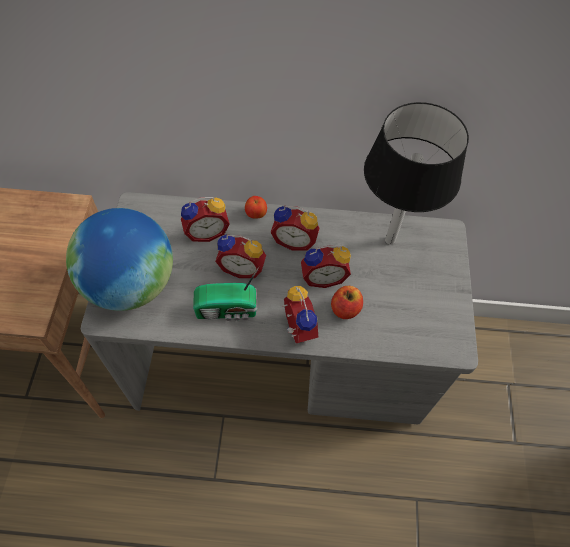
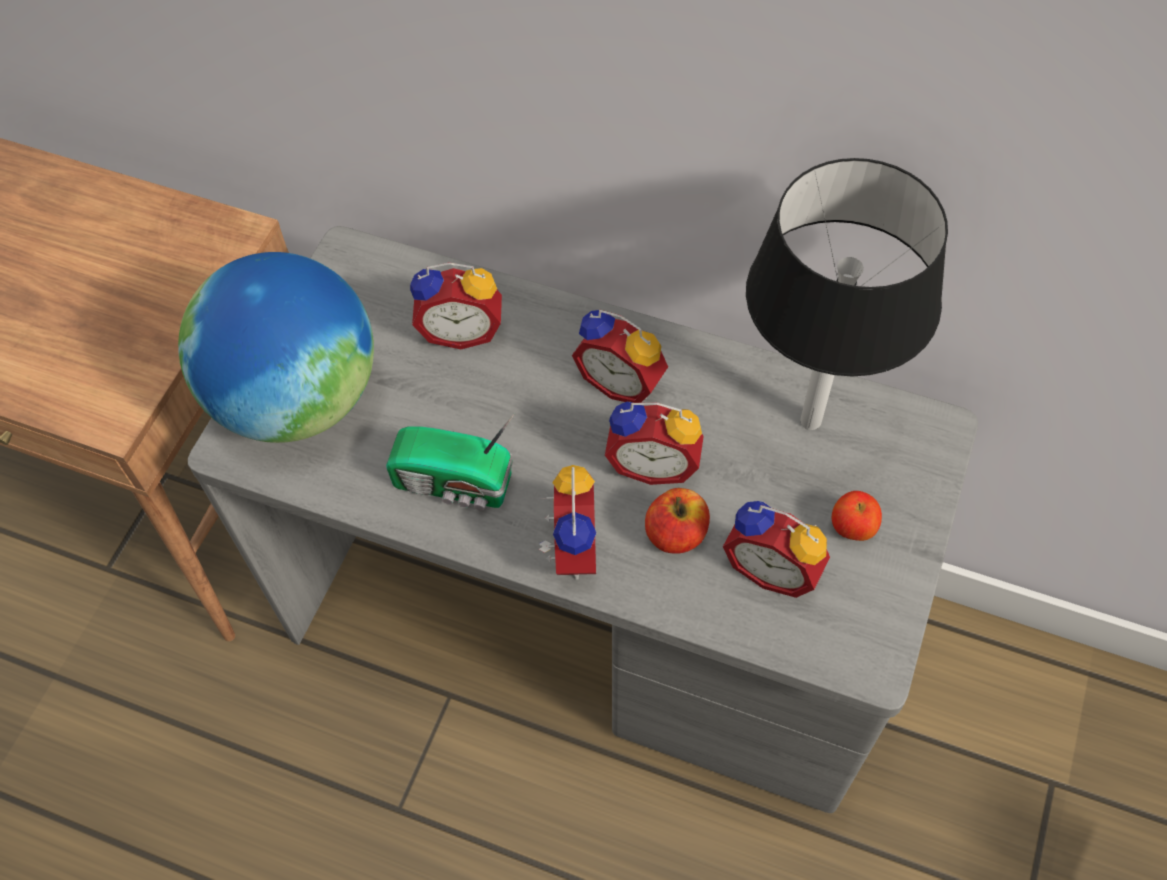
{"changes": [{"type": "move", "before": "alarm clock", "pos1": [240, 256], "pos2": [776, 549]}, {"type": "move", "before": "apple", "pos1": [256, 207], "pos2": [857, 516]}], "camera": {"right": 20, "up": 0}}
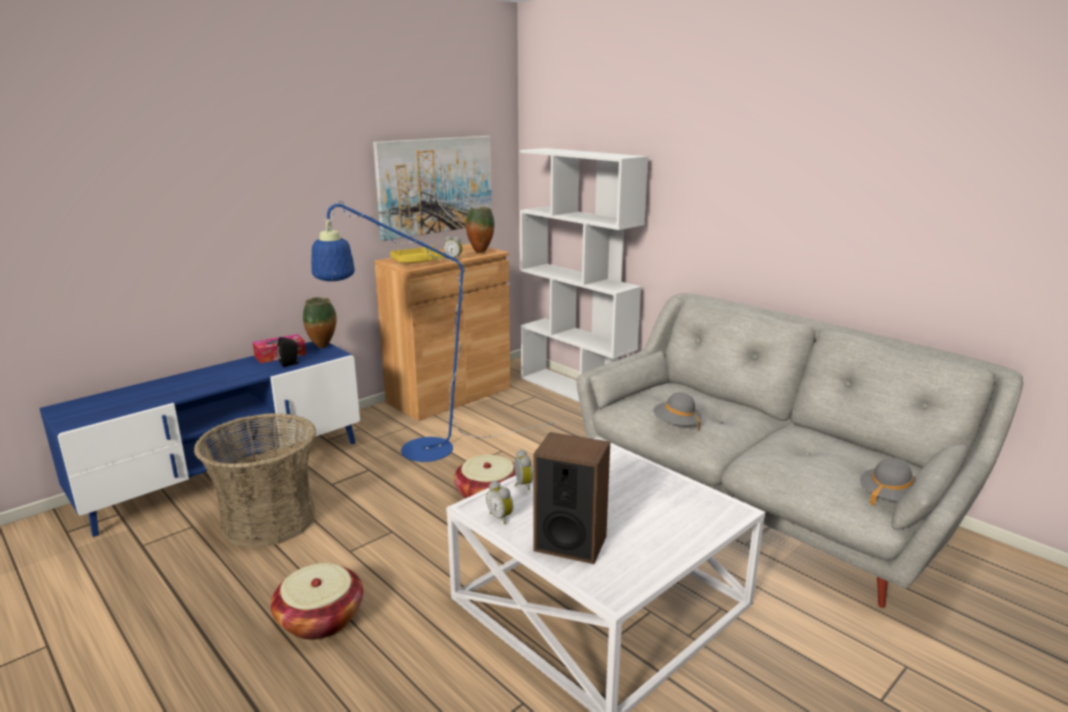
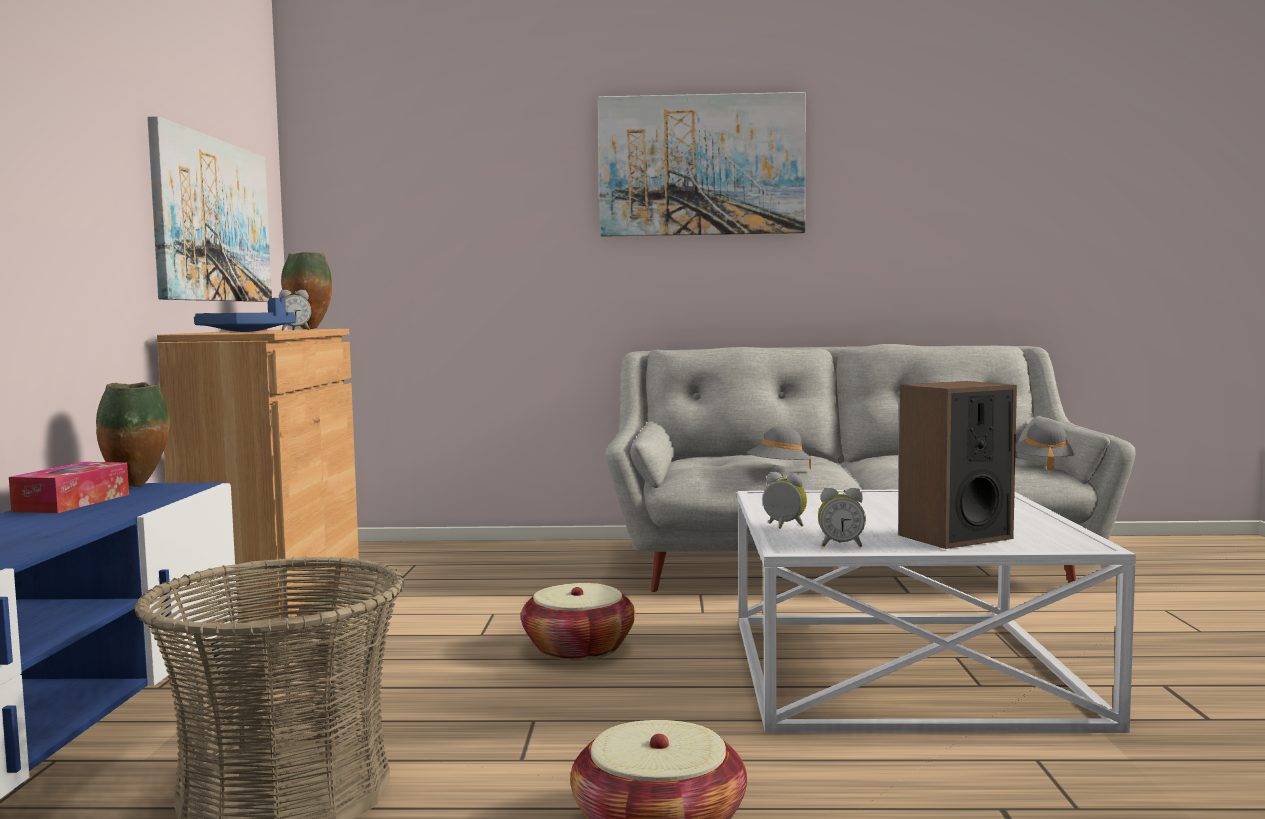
{"changes": [{"type": "delete", "before": "black speaker", "pos1": [288, 352]}, {"type": "delete", "before": "blue floor lamp", "pos1": [432, 331]}, {"type": "recolor", "before": "yellow tray", "after": "blue tray", "pos1": [416, 254], "pos2": [245, 315]}, {"type": "delete", "before": "white bookcase", "pos1": [584, 275]}, {"type": "insert", "after": "picture", "pos2": [701, 164]}], "camera": {"right": -45, "up": -15}}
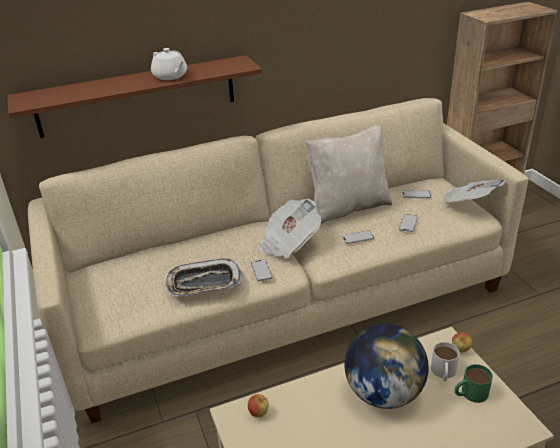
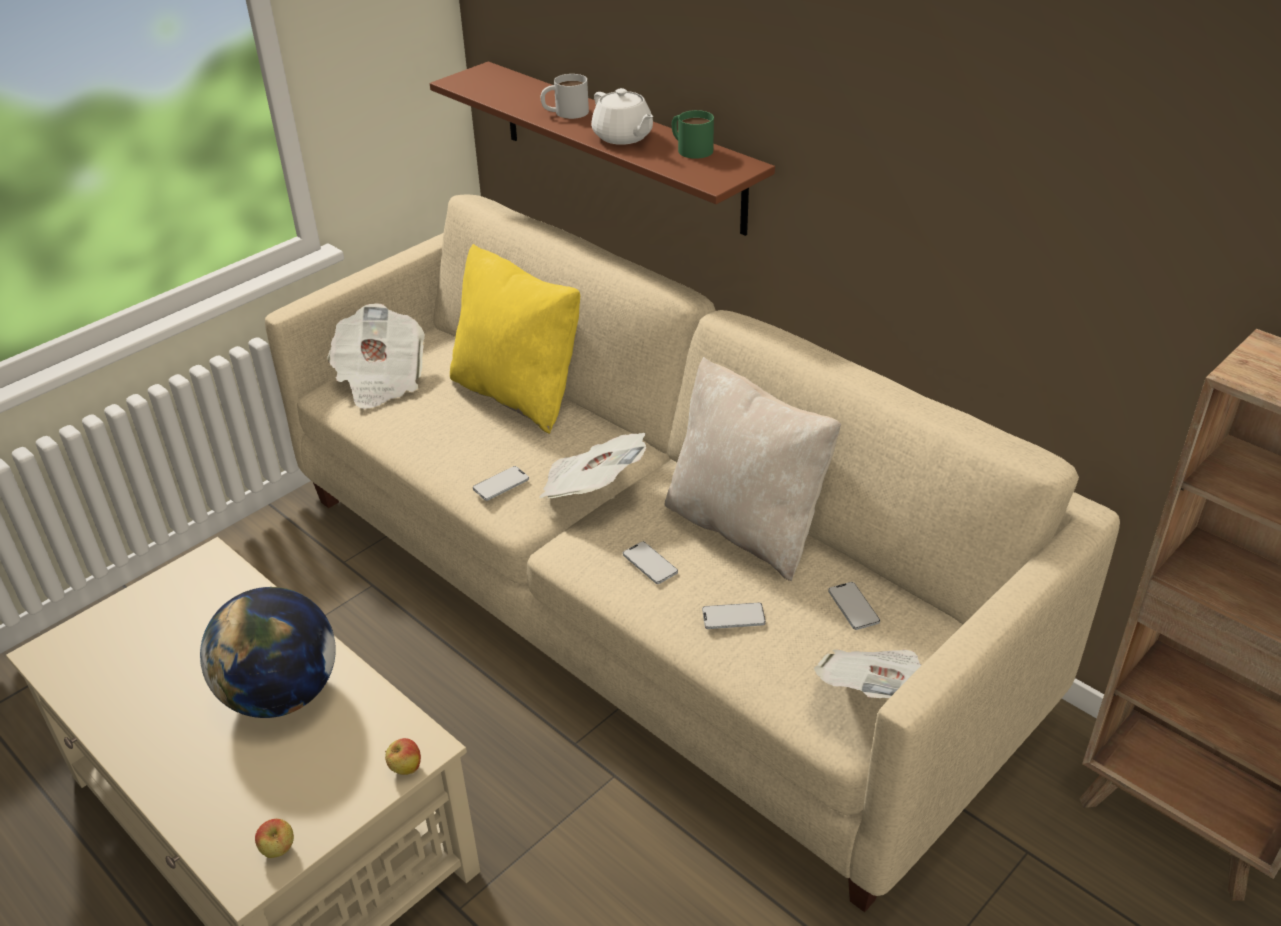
{"changes": [{"type": "rotate", "before": "white teapot", "pos1": [169, 64], "pos2": [622, 116], "turn": -60}, {"type": "delete", "before": "tray", "pos1": [204, 277]}, {"type": "move", "before": "apple", "pos1": [258, 405], "pos2": [274, 838]}, {"type": "move", "before": "white mug", "pos1": [445, 361], "pos2": [565, 96]}, {"type": "move", "before": "green mug", "pos1": [474, 383], "pos2": [693, 134]}, {"type": "insert", "after": "newspaper", "pos2": [376, 356]}, {"type": "insert", "after": "yellow pillow", "pos2": [515, 339]}], "camera": {"right": 65, "up": 5}}
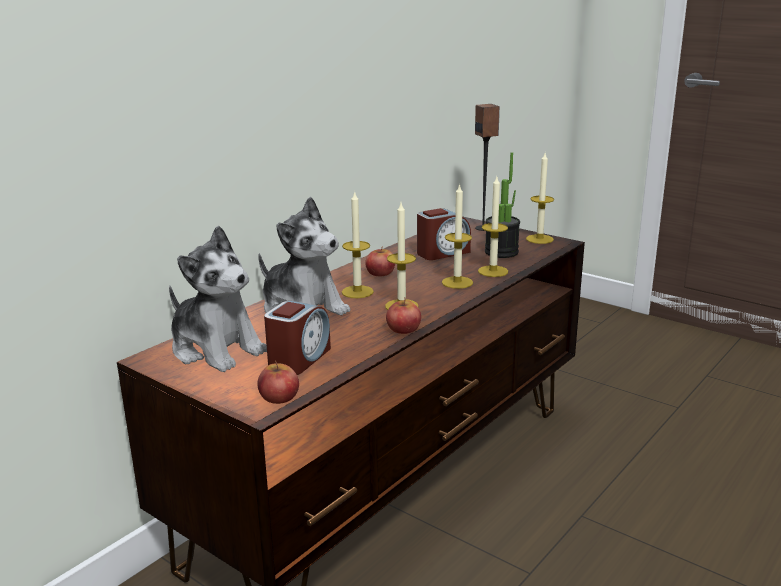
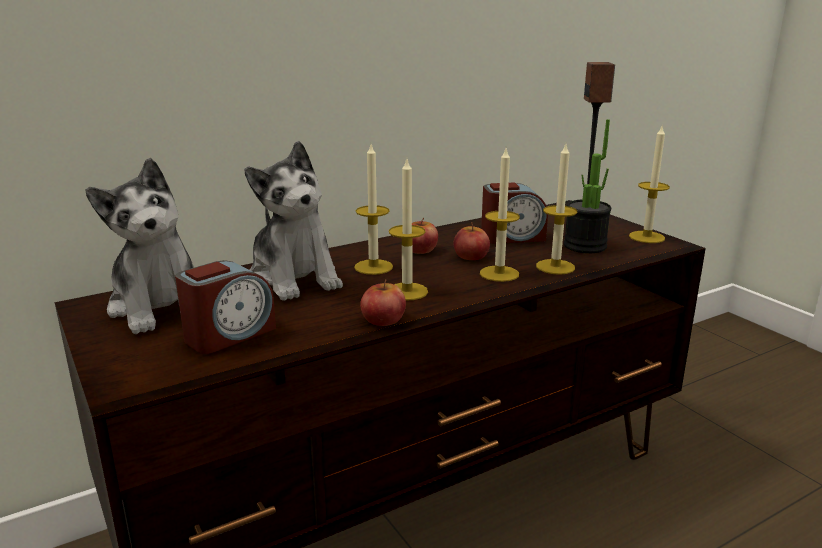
{"changes": [{"type": "move", "before": "apple", "pos1": [278, 382], "pos2": [471, 241]}], "camera": {"right": 20, "up": 0}}
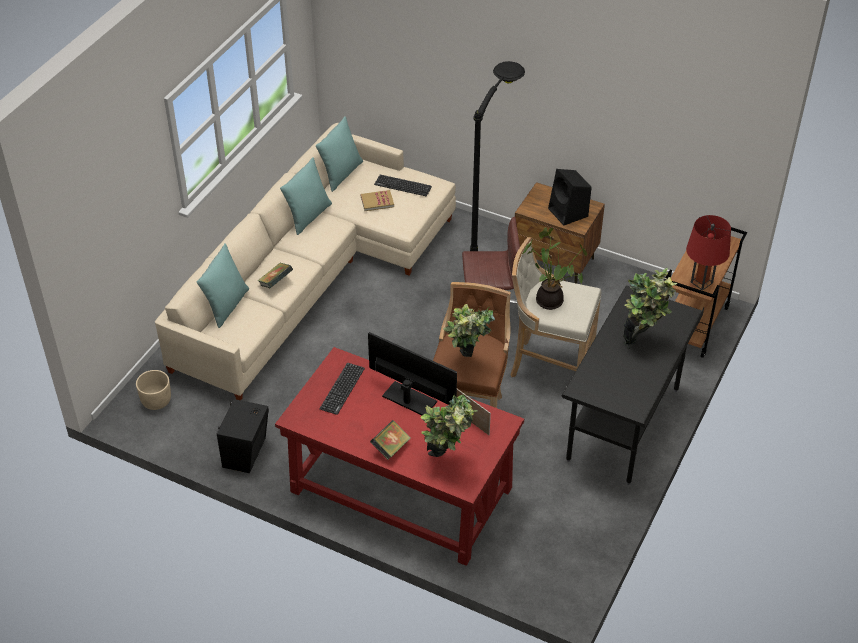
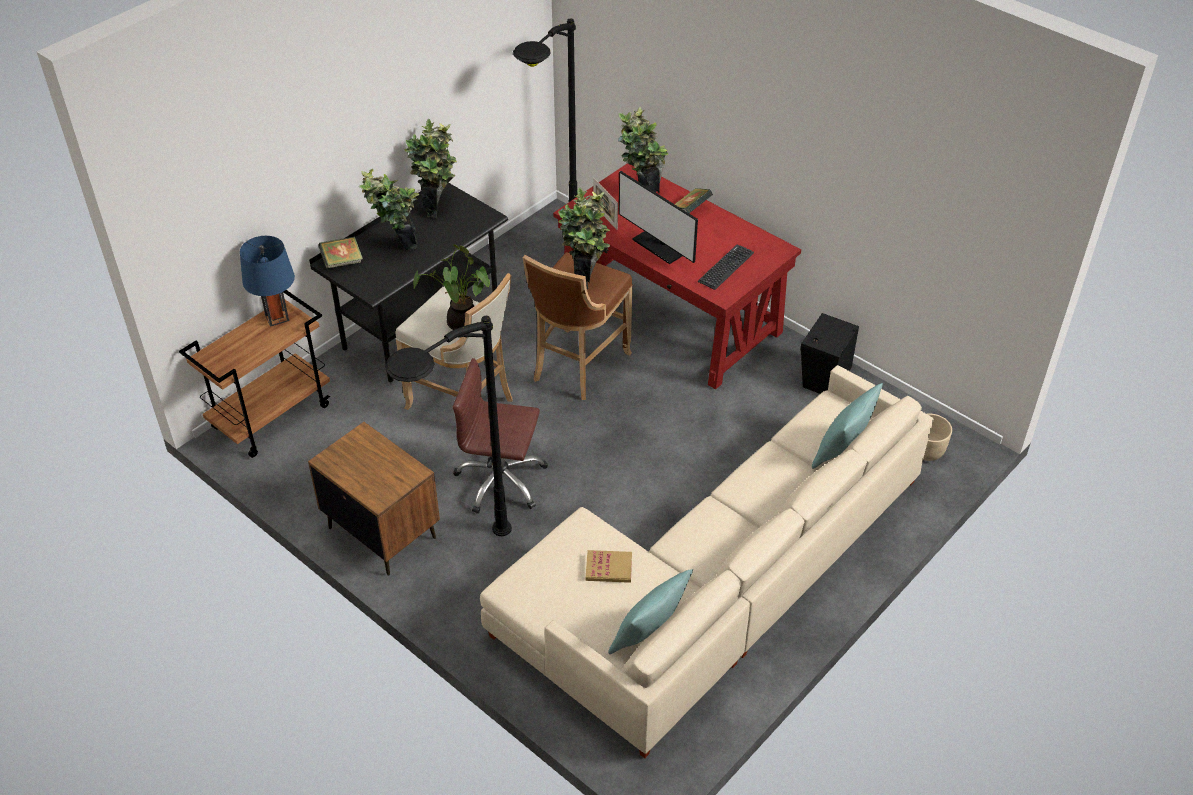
{"changes": [{"type": "move", "before": "book", "pos1": [275, 275], "pos2": [340, 252]}, {"type": "delete", "before": "turquoise pillow", "pos1": [306, 196]}, {"type": "delete", "before": "keyboard", "pos1": [403, 185]}, {"type": "delete", "before": "black speaker", "pos1": [570, 197]}, {"type": "recolor", "before": "red table lamp", "after": "blue table lamp", "pos1": [708, 253], "pos2": [267, 281]}, {"type": "insert", "after": "potted plant", "pos2": [431, 168]}, {"type": "insert", "after": "black floor lamp", "pos2": [545, 110]}], "camera": {"right": -165, "up": 0}}
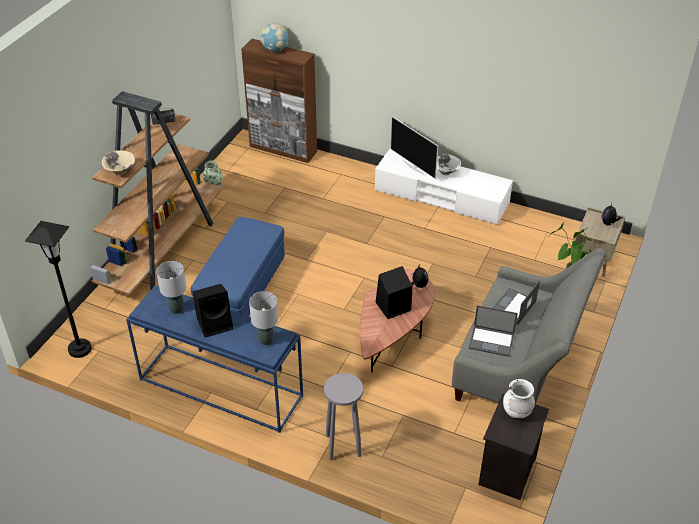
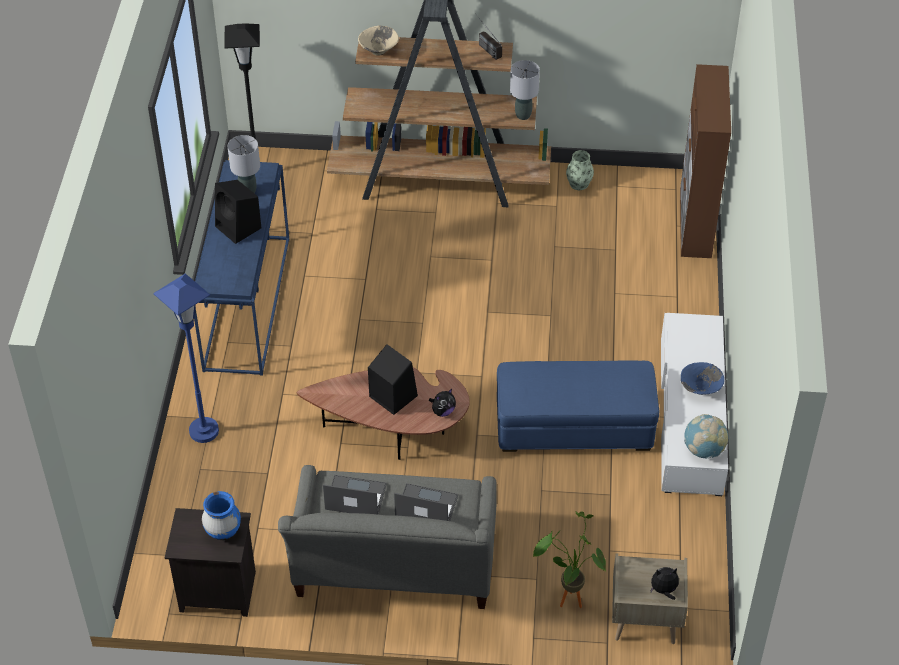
{"changes": [{"type": "move", "before": "blue ottoman", "pos1": [238, 267], "pos2": [578, 406]}, {"type": "move", "before": "grey table lamp", "pos1": [263, 318], "pos2": [525, 90]}, {"type": "move", "before": "globe", "pos1": [274, 37], "pos2": [706, 436]}, {"type": "replace", "before": "grey stool", "after": "blue floor lamp", "pos1": [343, 416], "pos2": [186, 358]}, {"type": "delete", "before": "television", "pos1": [414, 147]}, {"type": "recolor", "before": "white bowl", "after": "blue bowl", "pos1": [449, 164], "pos2": [702, 378]}, {"type": "rotate", "before": "laptop", "pos1": [493, 331], "pos2": [355, 495], "turn": 105}, {"type": "recolor", "before": "white vase", "after": "blue vase", "pos1": [519, 399], "pos2": [221, 515]}], "camera": {"right": 70, "up": 5}}
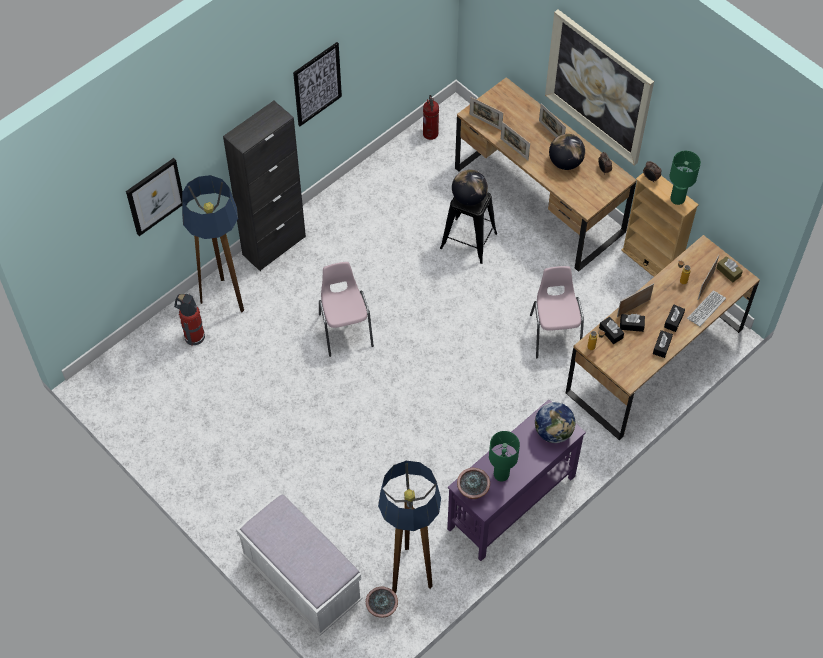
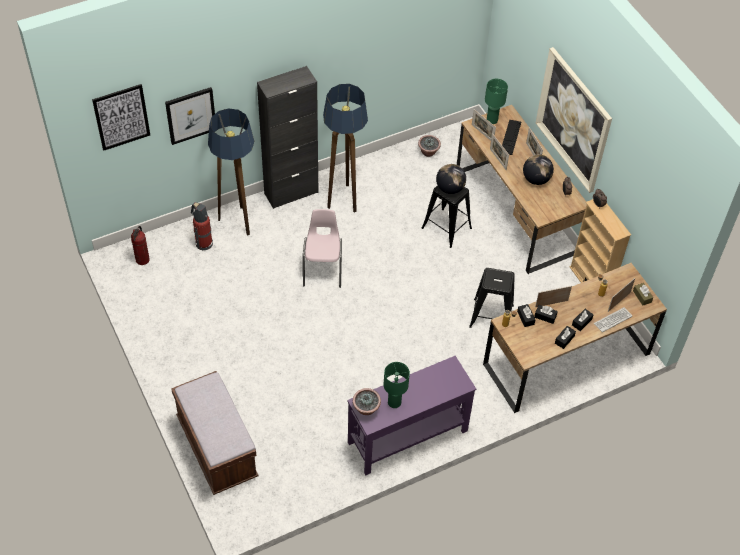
{"changes": [{"type": "recolor", "before": "white bench", "after": "brown bench", "pos1": [299, 564], "pos2": [215, 433]}, {"type": "move", "before": "picture", "pos1": [317, 84], "pos2": [121, 117]}, {"type": "move", "before": "potted plant", "pos1": [382, 602], "pos2": [429, 146]}, {"type": "move", "before": "floor lamp", "pos1": [409, 527], "pos2": [345, 148]}, {"type": "move", "before": "fire extinguisher", "pos1": [431, 117], "pos2": [140, 245]}, {"type": "replace", "before": "pink chair", "after": "black stool", "pos1": [557, 312], "pos2": [492, 298]}, {"type": "delete", "before": "globe", "pos1": [555, 422]}, {"type": "move", "before": "green table lamp", "pos1": [685, 178], "pos2": [496, 101]}, {"type": "insert", "after": "keyboard", "pos2": [511, 137]}], "camera": {"right": 15, "up": -5}}
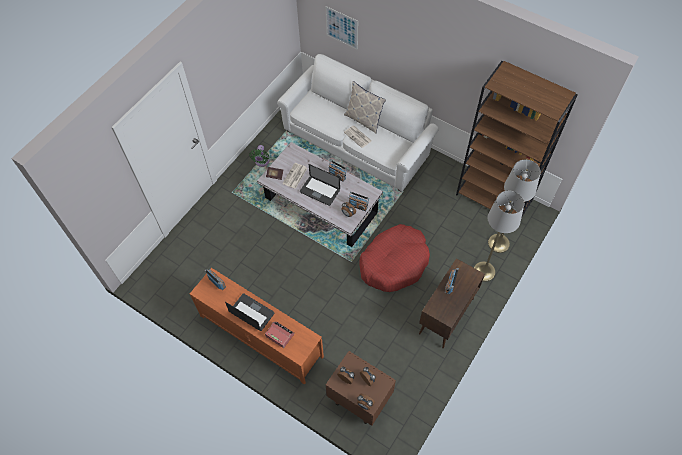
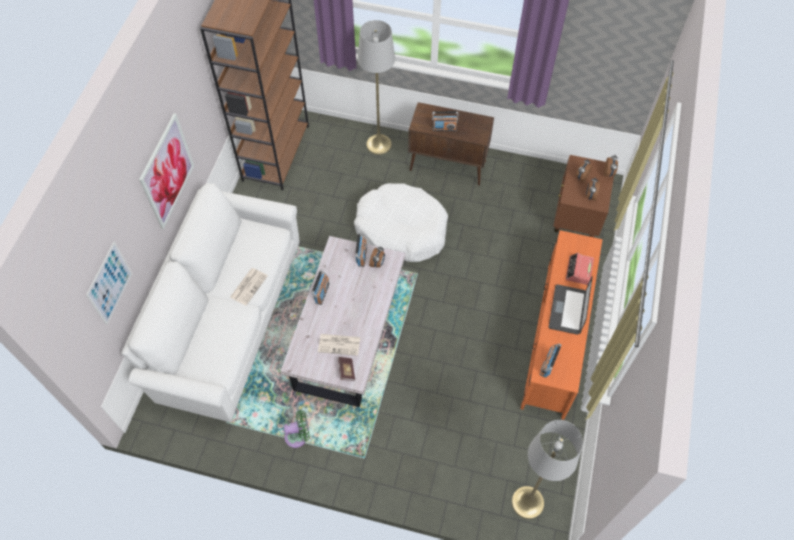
{"changes": [{"type": "delete", "before": "laptop", "pos1": [320, 185]}, {"type": "delete", "before": "pillow", "pos1": [365, 107]}, {"type": "recolor", "before": "red dog bed", "after": "white dog bed", "pos1": [394, 258], "pos2": [401, 222]}, {"type": "move", "before": "grey floor lamp", "pos1": [514, 206], "pos2": [547, 469]}, {"type": "insert", "after": "picture", "pos2": [166, 171]}], "camera": {"right": -110, "up": 0}}
